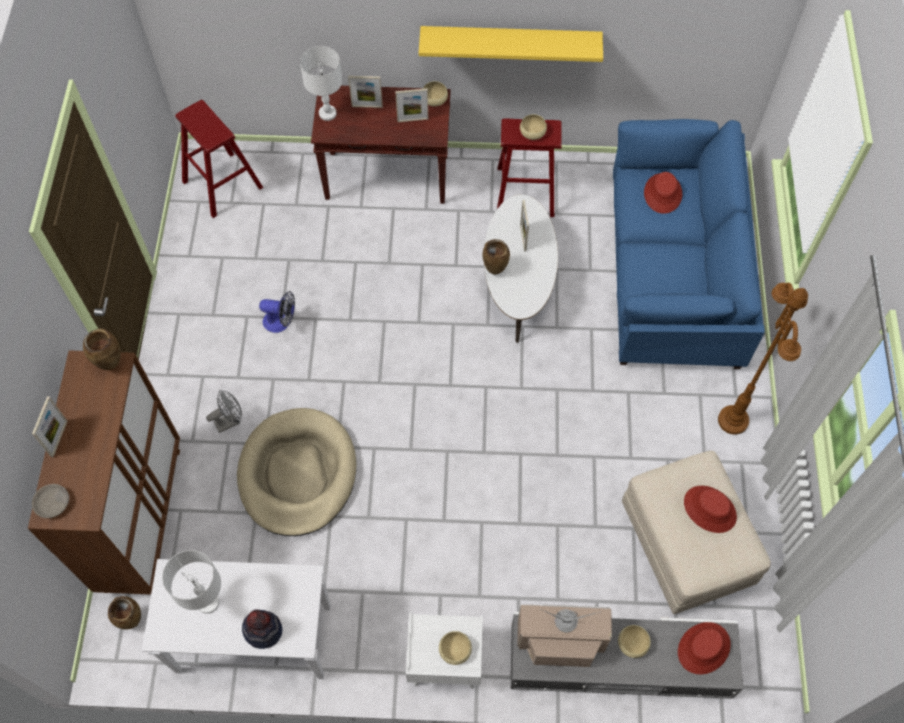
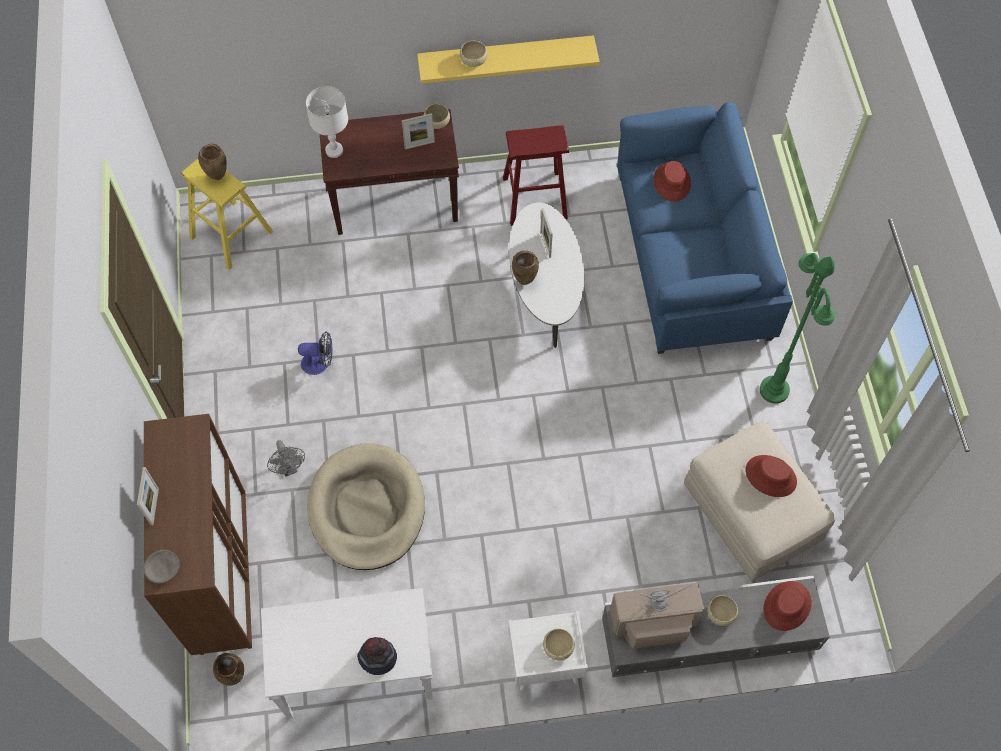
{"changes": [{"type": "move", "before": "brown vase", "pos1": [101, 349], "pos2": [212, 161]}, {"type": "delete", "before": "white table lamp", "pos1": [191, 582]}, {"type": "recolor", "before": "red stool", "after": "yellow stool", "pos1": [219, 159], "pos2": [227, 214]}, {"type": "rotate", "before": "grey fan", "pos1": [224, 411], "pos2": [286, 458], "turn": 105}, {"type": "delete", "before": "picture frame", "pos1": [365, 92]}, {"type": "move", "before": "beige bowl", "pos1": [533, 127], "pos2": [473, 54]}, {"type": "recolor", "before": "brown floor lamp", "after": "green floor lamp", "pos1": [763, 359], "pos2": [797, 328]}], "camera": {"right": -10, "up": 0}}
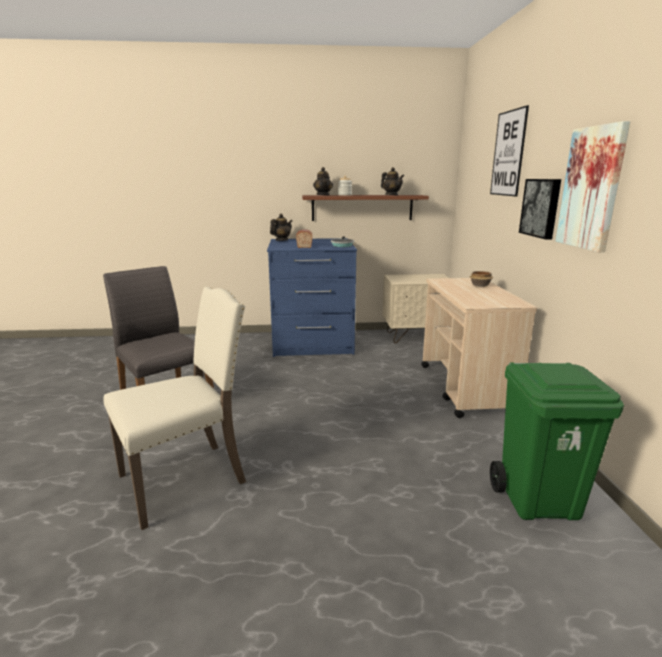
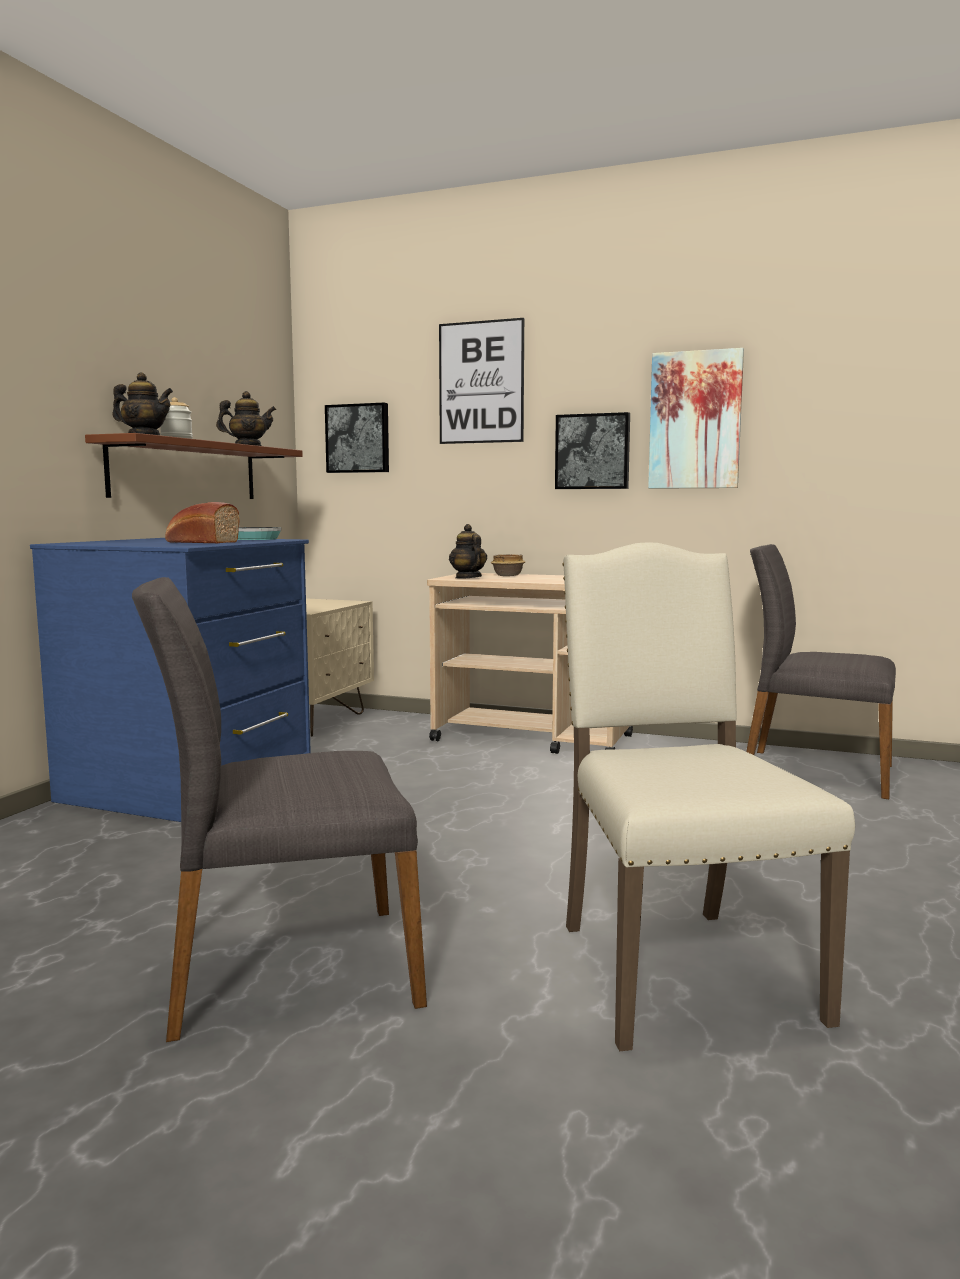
{"changes": [{"type": "move", "before": "teapot", "pos1": [281, 227], "pos2": [468, 551]}, {"type": "replace", "before": "green trash can", "after": "grey chair", "pos1": [557, 441], "pos2": [821, 671]}, {"type": "insert", "after": "picture", "pos2": [357, 437]}], "camera": {"right": -65, "up": -10}}
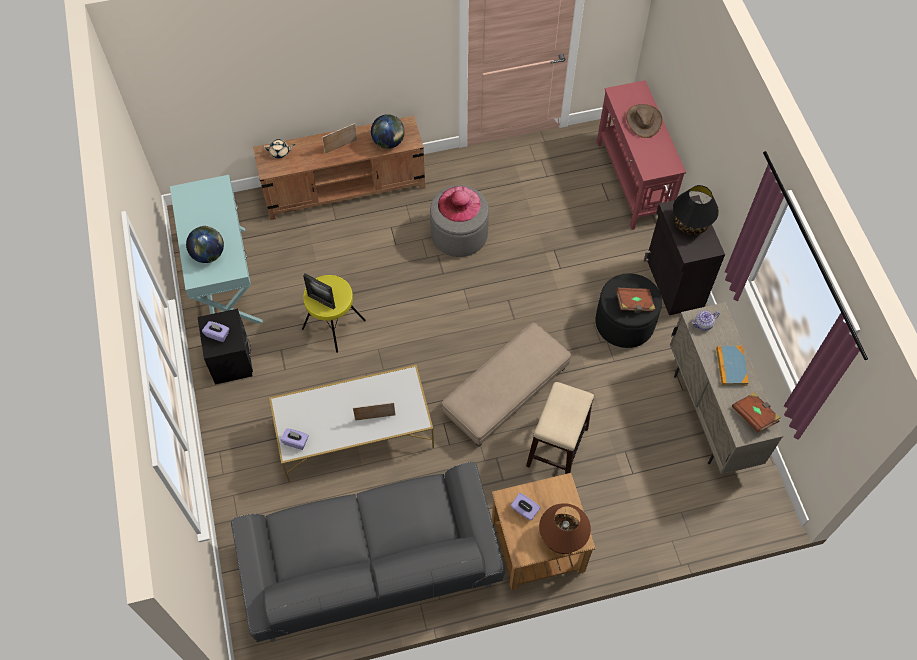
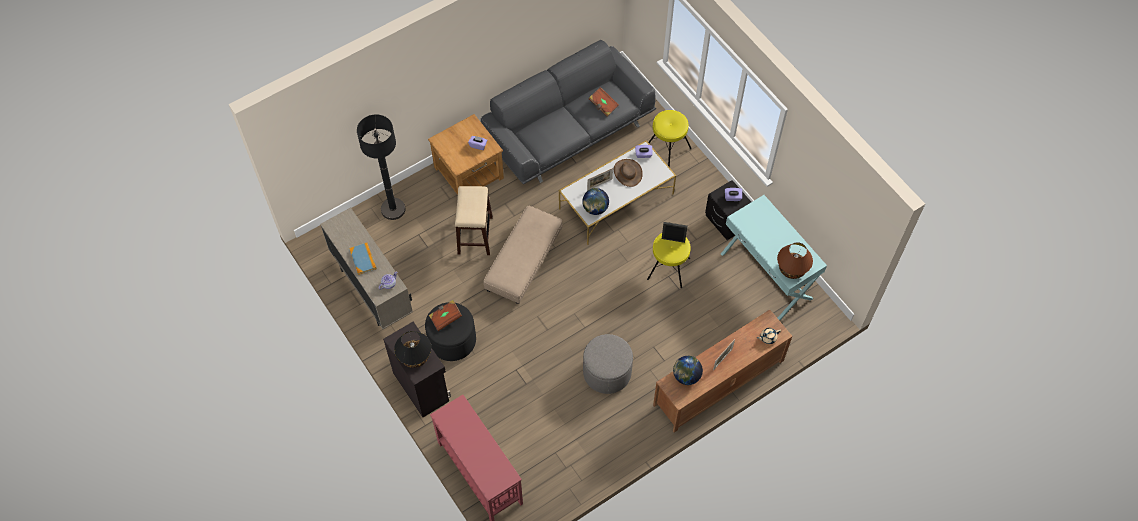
{"changes": [{"type": "move", "before": "globe", "pos1": [205, 244], "pos2": [595, 201]}, {"type": "delete", "before": "pink hat", "pos1": [459, 204]}, {"type": "move", "before": "brown table lamp", "pos1": [565, 528], "pos2": [795, 260]}, {"type": "move", "before": "brown hat", "pos1": [644, 121], "pos2": [628, 173]}, {"type": "move", "before": "brown book", "pos1": [756, 412], "pos2": [604, 102]}, {"type": "insert", "after": "black floor lamp", "pos2": [381, 167]}, {"type": "insert", "after": "yellow stool", "pos2": [670, 138]}], "camera": {"right": 160, "up": 0}}
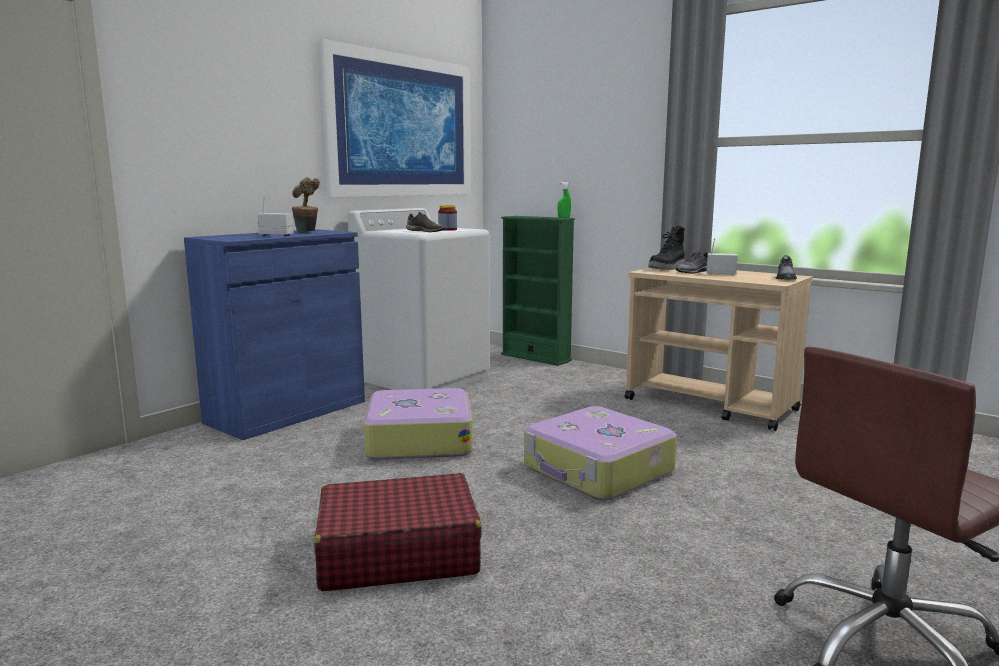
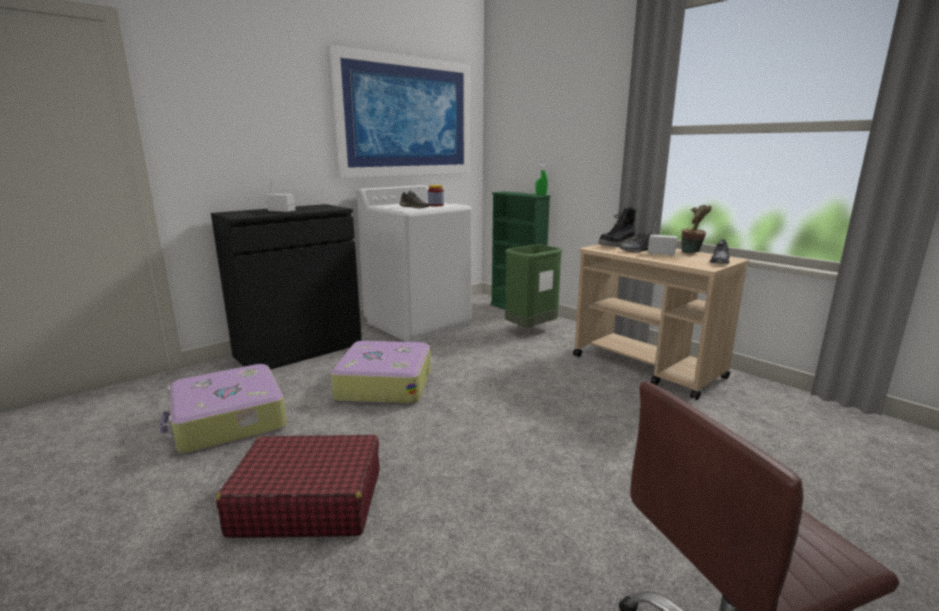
{"changes": [{"type": "recolor", "before": "blue cabinet", "after": "black cabinet", "pos1": [274, 334], "pos2": [286, 287]}, {"type": "move", "before": "potted plant", "pos1": [306, 204], "pos2": [697, 229]}, {"type": "move", "before": "suitcase", "pos1": [600, 453], "pos2": [223, 409]}, {"type": "insert", "after": "green trash can", "pos2": [534, 285]}], "camera": {"right": 10, "up": 5}}
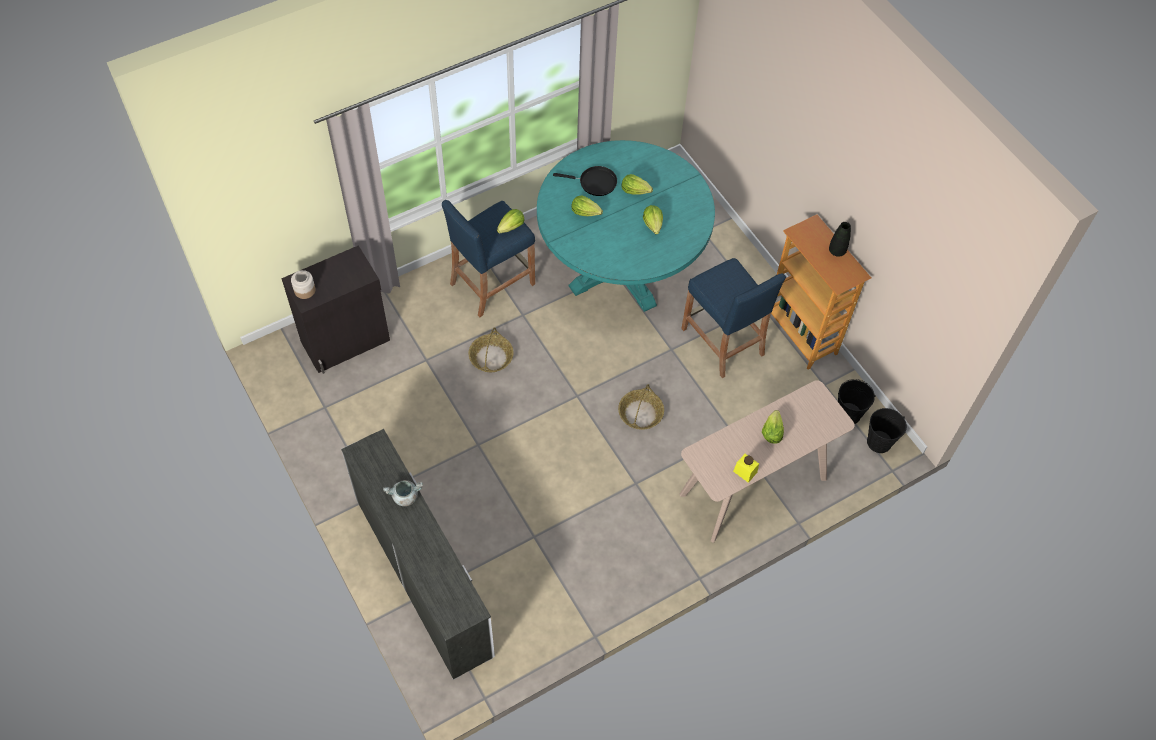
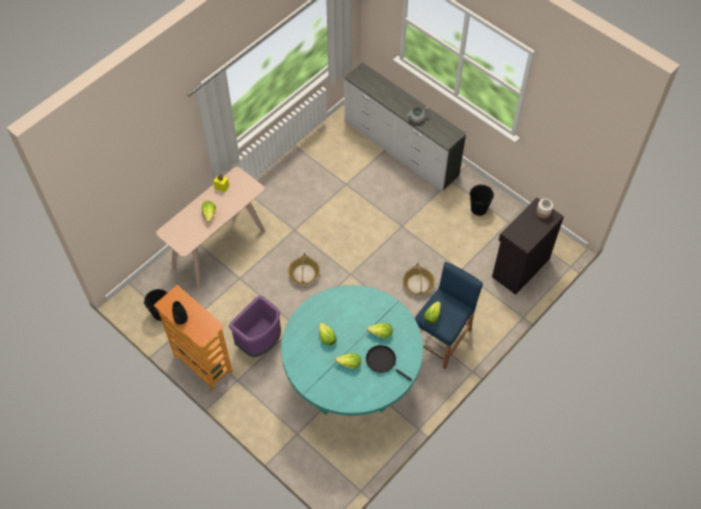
{"changes": [{"type": "rotate", "before": "black frying pan", "pos1": [585, 181], "pos2": [389, 363], "turn": 45}, {"type": "replace", "before": "blue stool", "after": "purple trash can", "pos1": [733, 318], "pos2": [255, 326]}, {"type": "move", "before": "black bucket", "pos1": [887, 430], "pos2": [482, 200]}], "camera": {"right": 165, "up": 0}}
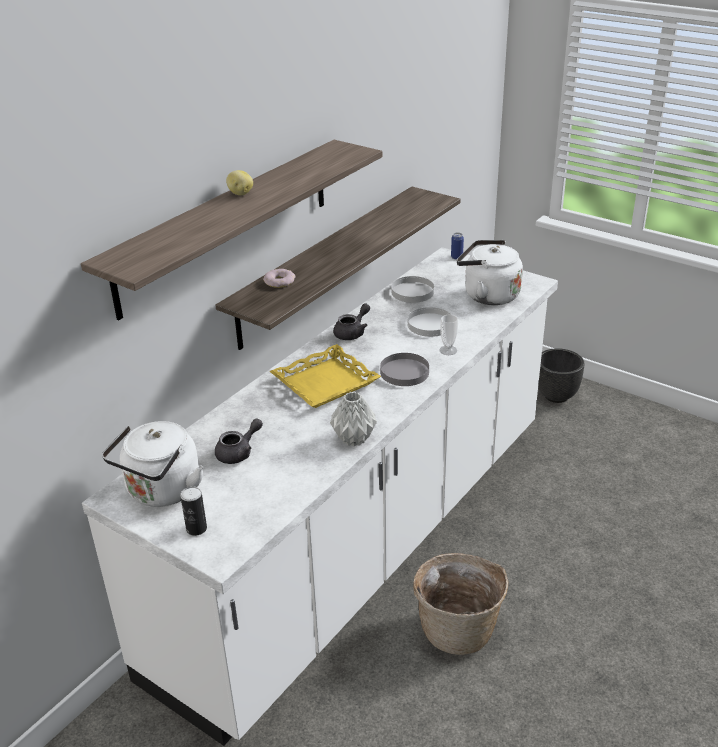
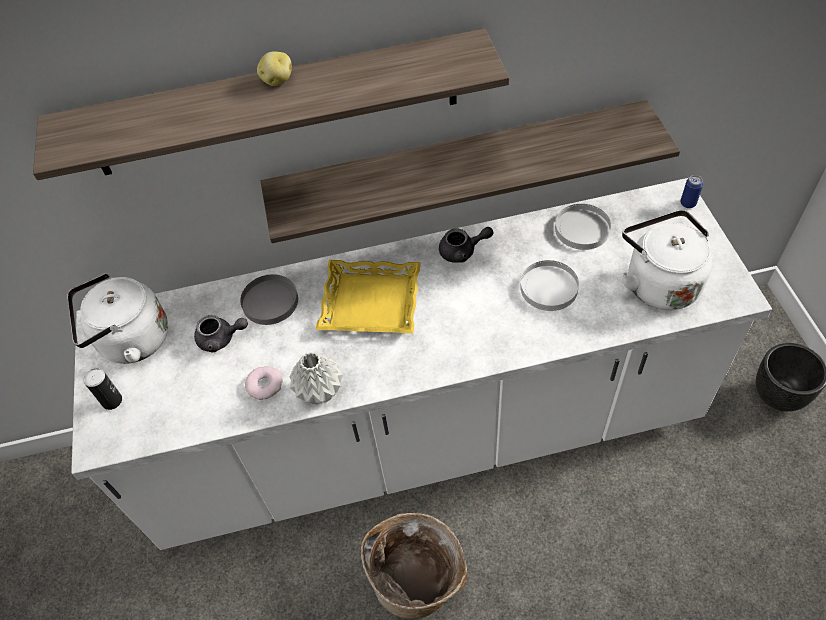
{"changes": [{"type": "move", "before": "donut", "pos1": [279, 278], "pos2": [264, 383]}, {"type": "move", "before": "grey plate", "pos1": [404, 369], "pos2": [269, 299]}, {"type": "delete", "before": "cup", "pos1": [448, 334]}], "camera": {"right": 45, "up": 20}}
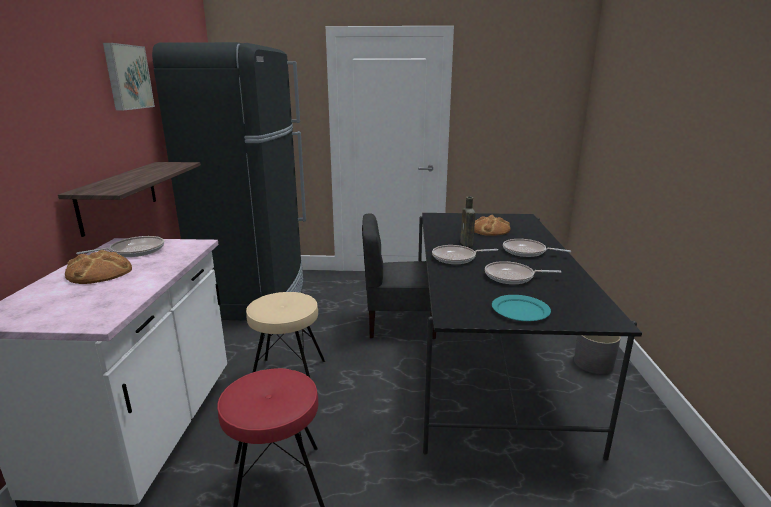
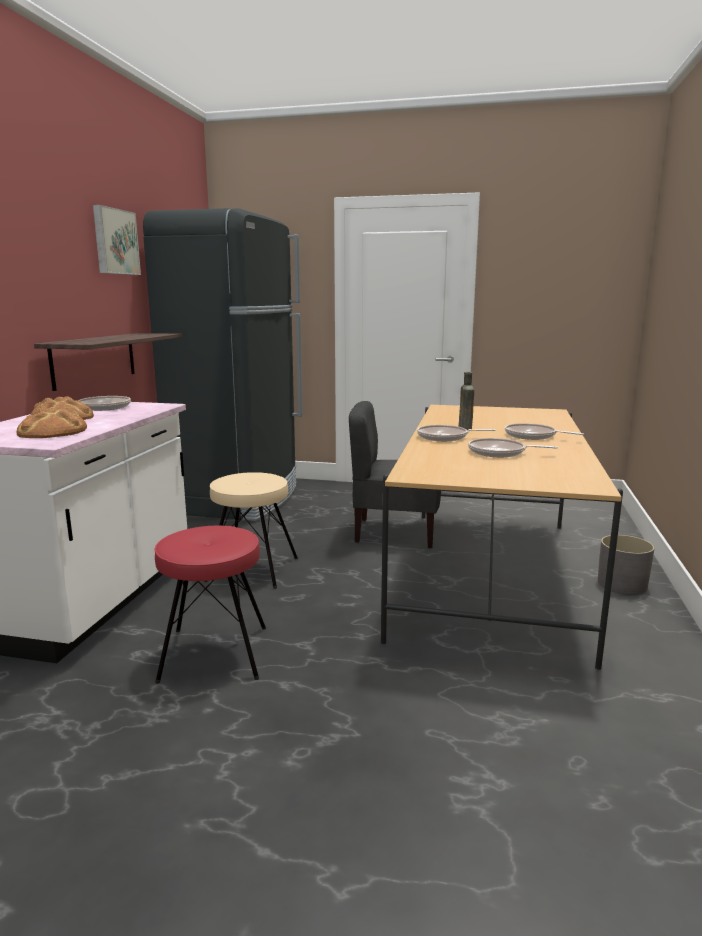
{"changes": [{"type": "recolor", "before": "black dining table", "after": "beige dining table", "pos1": [530, 337], "pos2": [502, 537]}, {"type": "move", "before": "bread", "pos1": [492, 225], "pos2": [52, 422]}, {"type": "delete", "before": "turquoise plate", "pos1": [521, 308]}], "camera": {"right": 10, "up": -5}}
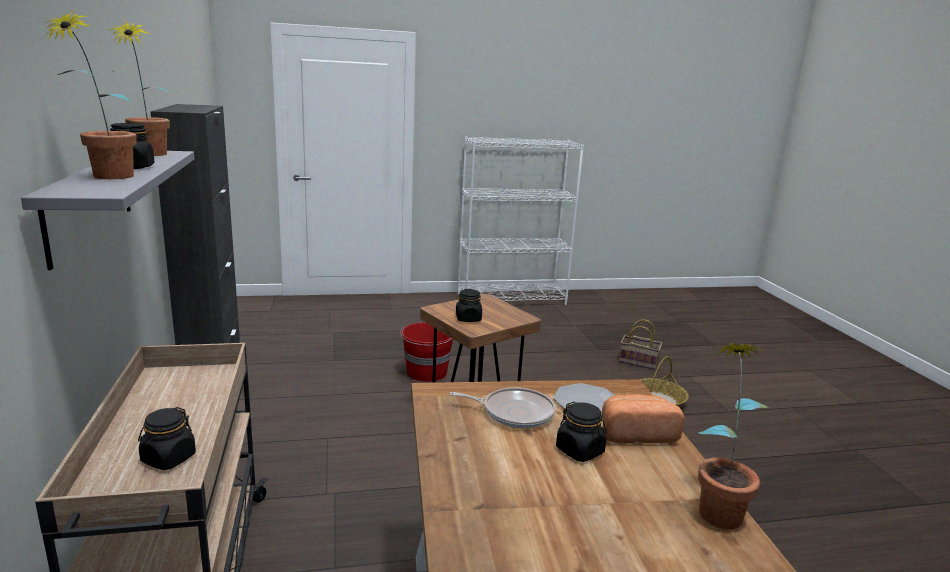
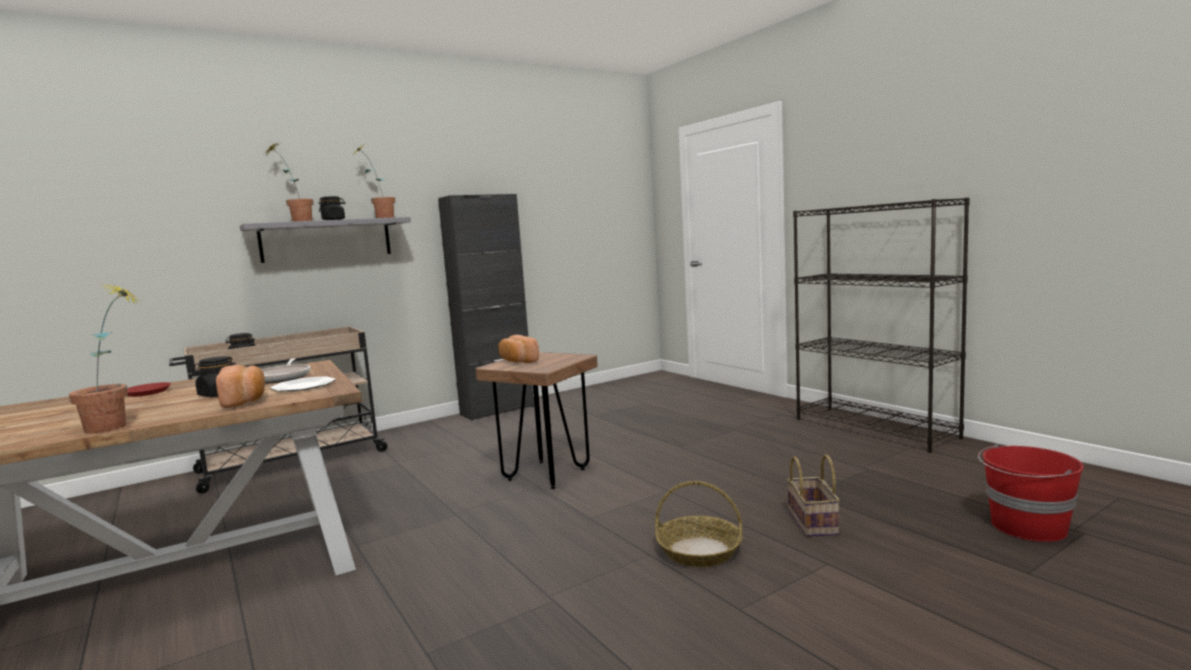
{"changes": [{"type": "move", "before": "red bucket", "pos1": [426, 352], "pos2": [1031, 493]}, {"type": "replace", "before": "black jar", "after": "bread", "pos1": [469, 305], "pos2": [518, 349]}, {"type": "recolor", "before": "white bookcase", "after": "black bookcase", "pos1": [520, 220], "pos2": [881, 325]}, {"type": "insert", "after": "red plate", "pos2": [149, 389]}], "camera": {"right": 70, "up": -10}}
